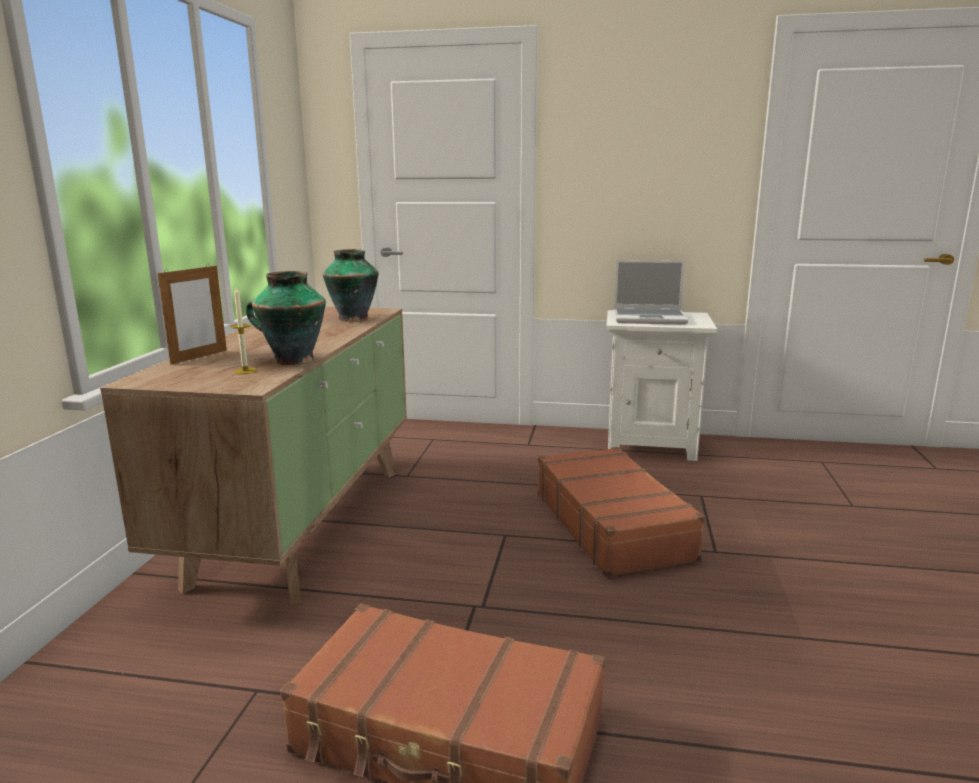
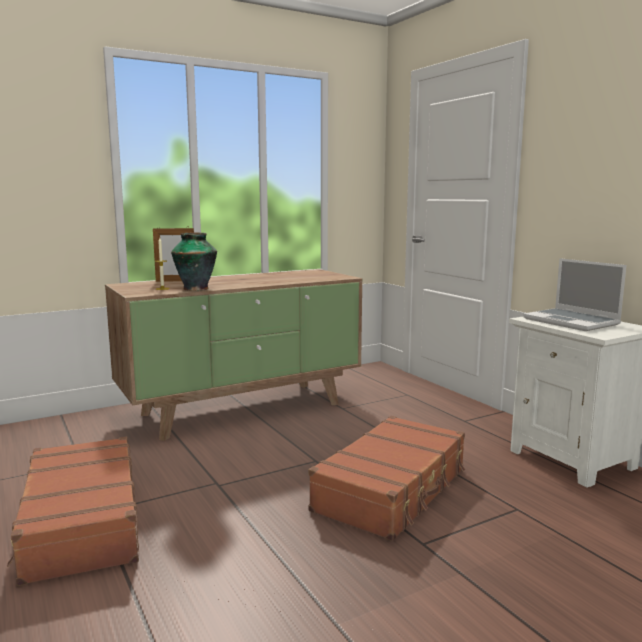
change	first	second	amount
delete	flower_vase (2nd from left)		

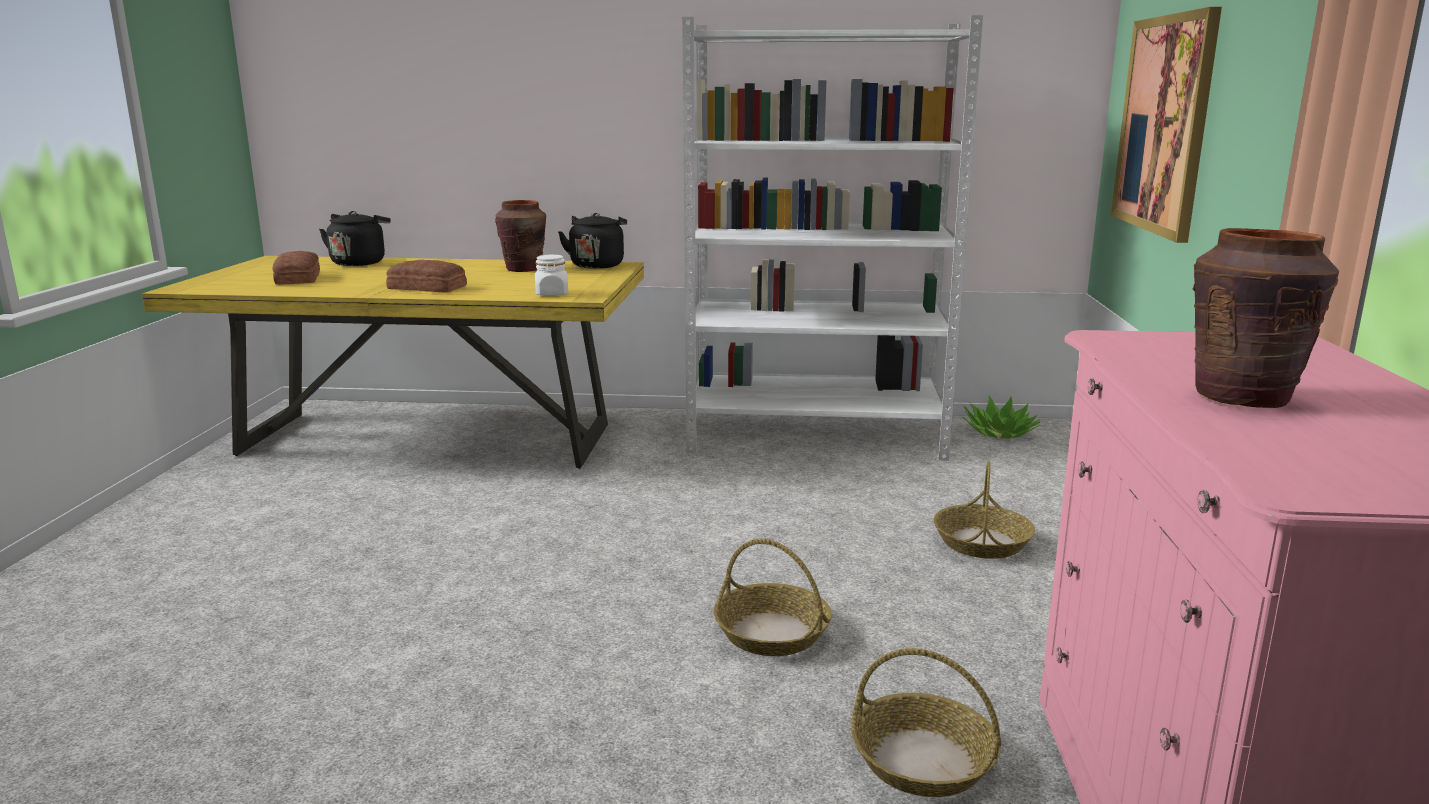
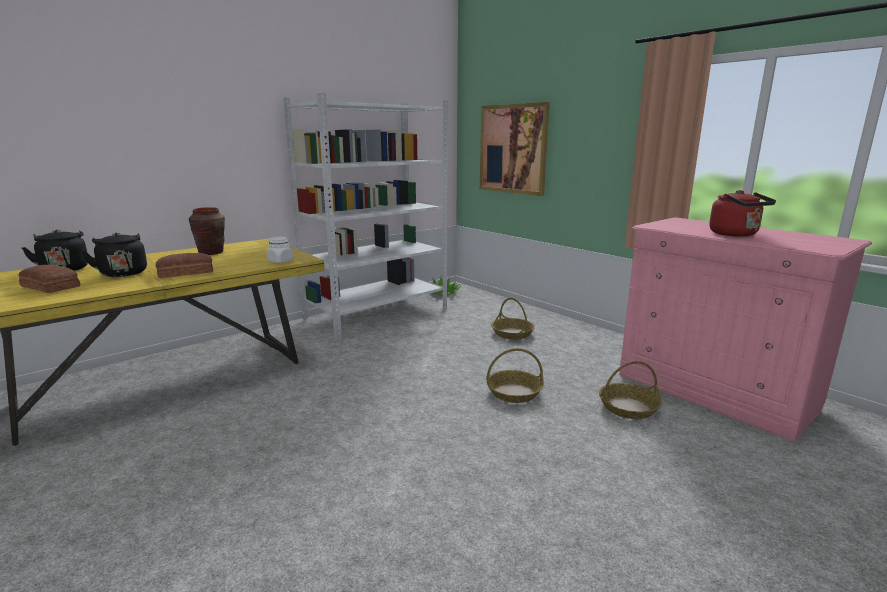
change	first	second	amount
move	black_tea_kettle (2nd from left)		
replace	brown_flower_vase (2nd from left)	red_tea_kettle	

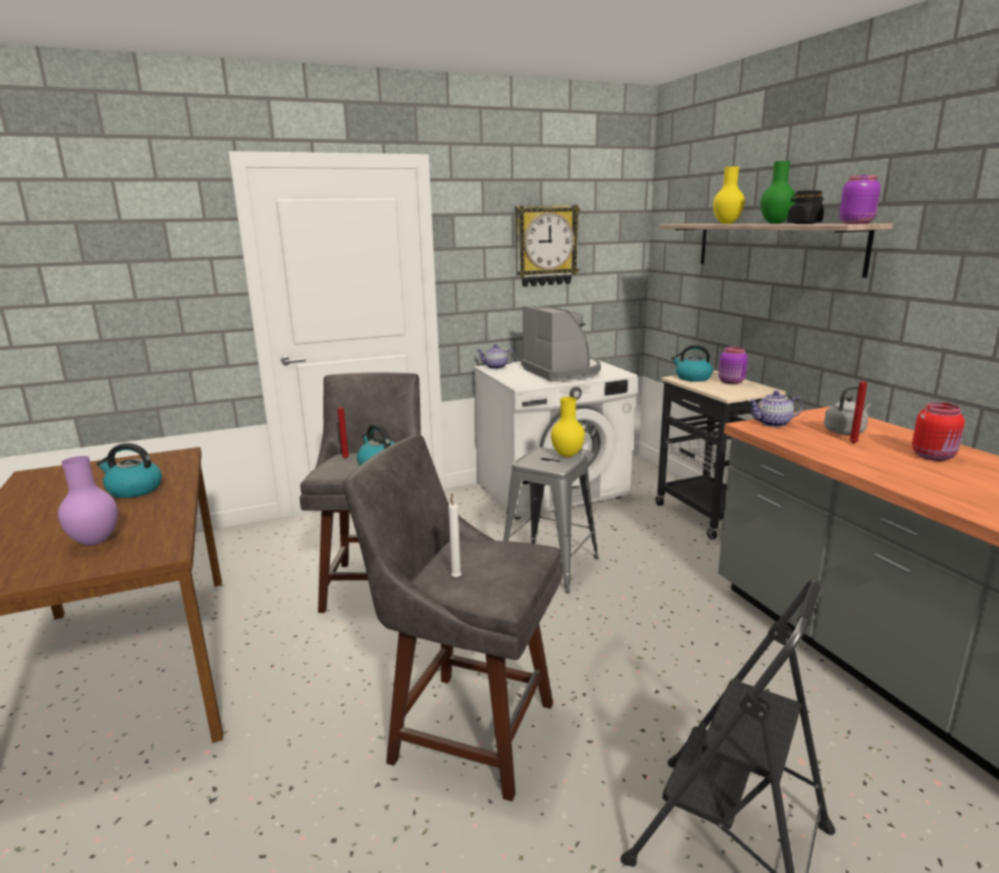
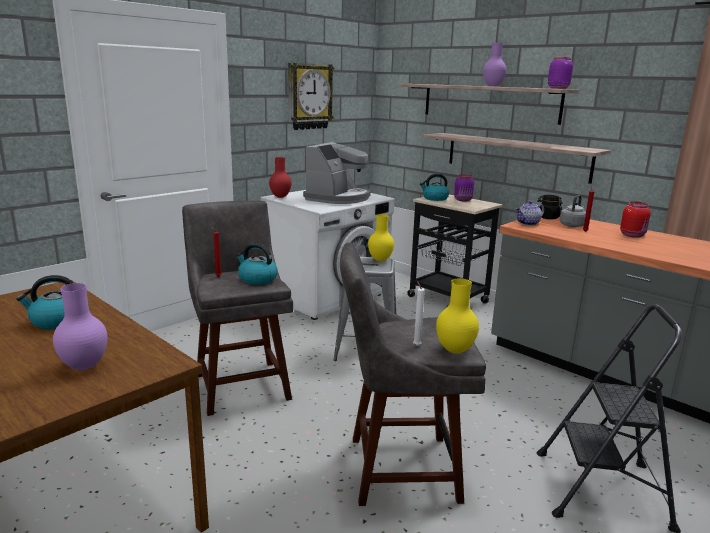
change	first	second	amount
replace	pot_for_tea (1st from left)	red_flower_vase	
rotate	coffee_machine		75 degrees clockwise
insert		bracket_shelf (2nd from left)	
move	yellowish_flower_vase (2nd from left)		
recolor	green-coloured_flower_vase	purplish_flower_vase (2nd from left)	
move	black_preserve_jar		

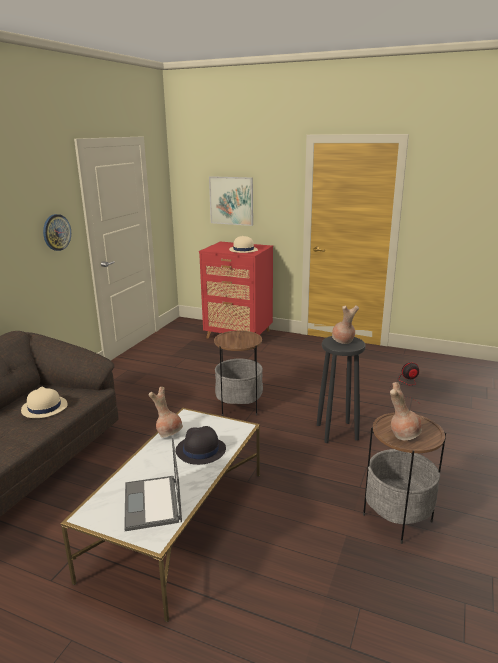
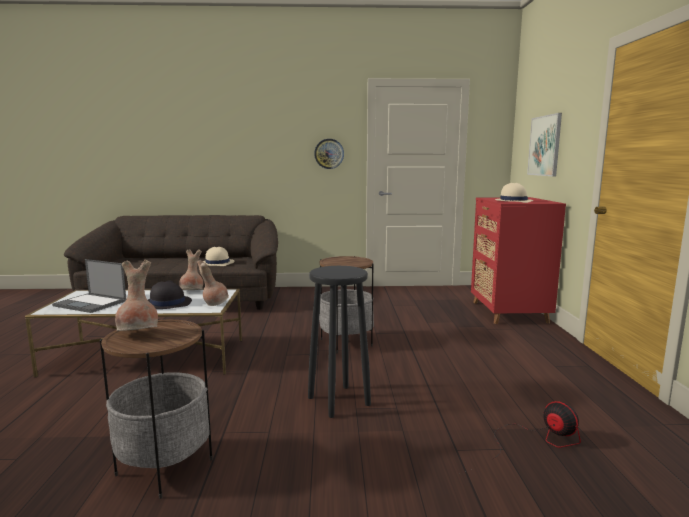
change	first	second	amount
rotate	notebook_computer		120 degrees counterclockwise
move	brown_flower_vase (2nd from left in the first image)	brown_flower_vase (3rd from left)	

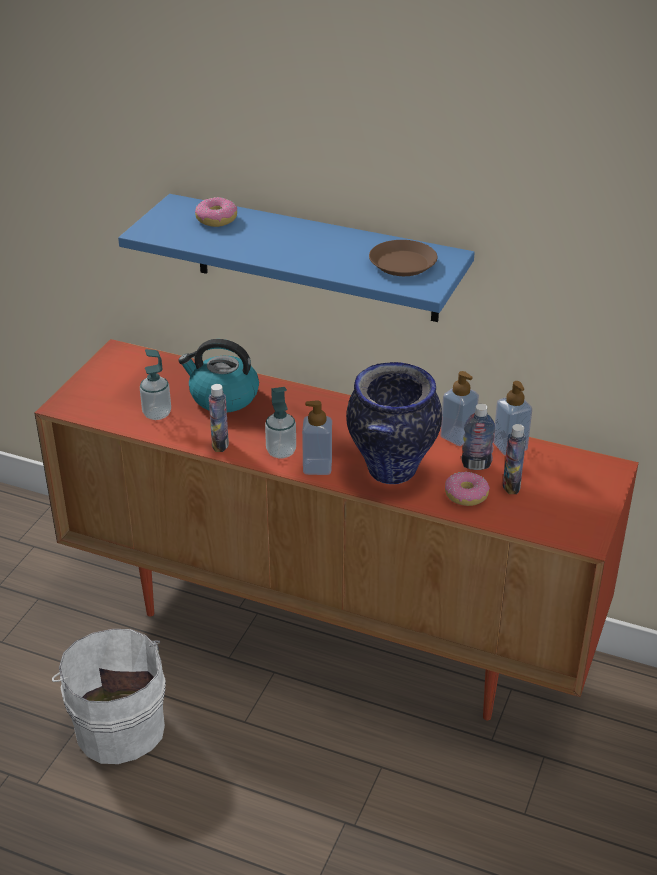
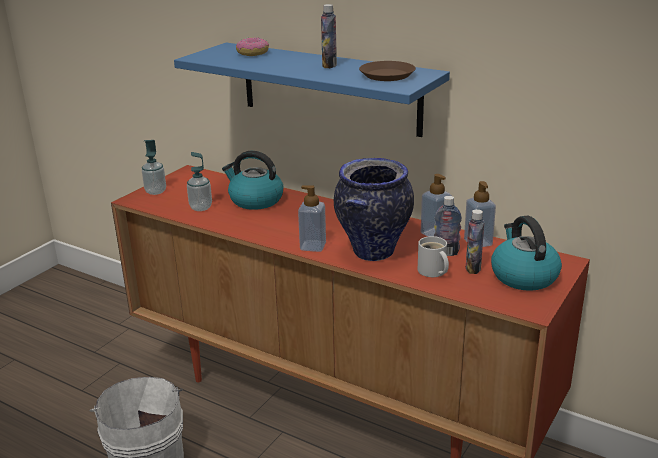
change	first	second	amount
move	soap_dispenser (2nd from left in the first image)	soap_dispenser (1st from left)	
move	drink_bottle (1st from left)		
replace	doughnut (2nd from left)	white_mug	
insert		tea_kettle (2nd from left)	

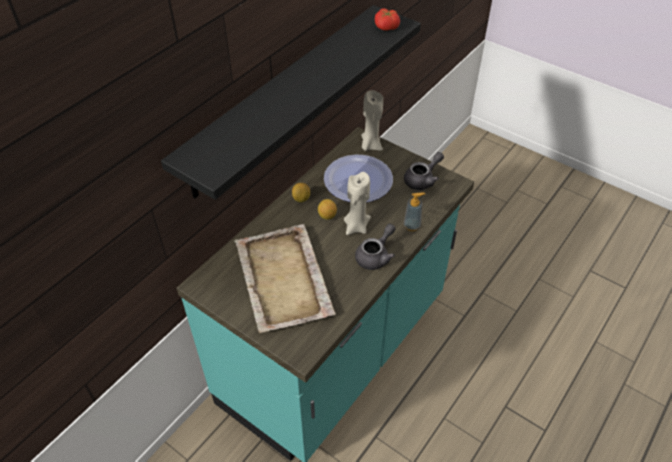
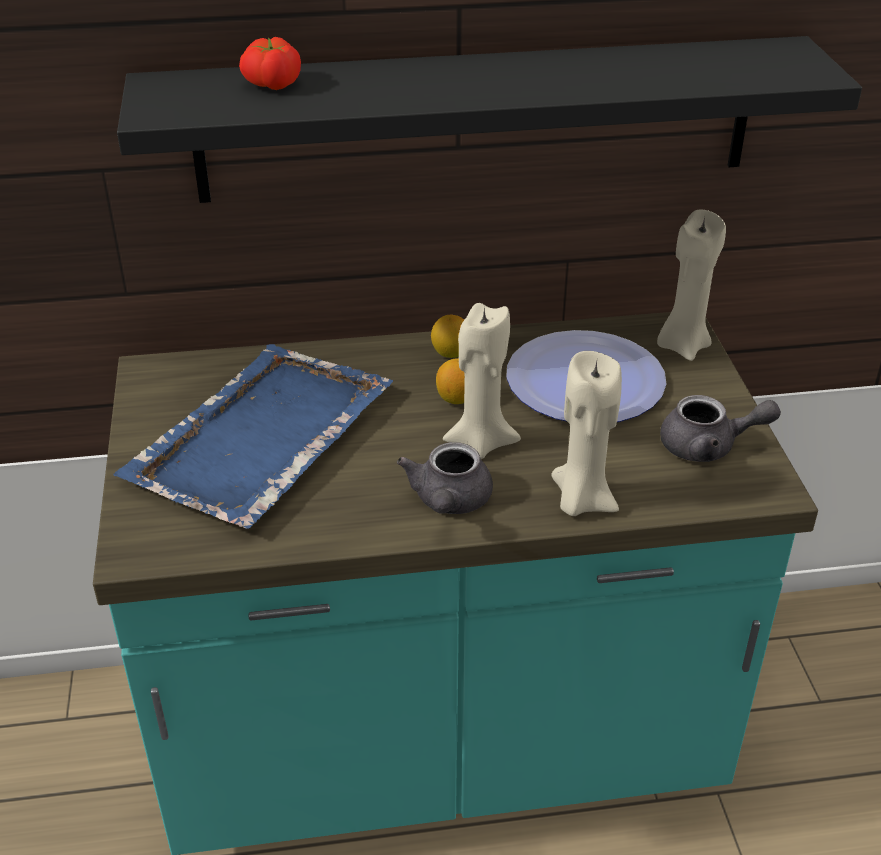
change	first	second	amount
recolor	beige_serving_tray	blue_serving_tray	
move	tomato		
rotate	grey_pot_for_tea (1st from left)		105 degrees clockwise
replace	soap_dispenser	beige_wax_candle (2nd from left)	

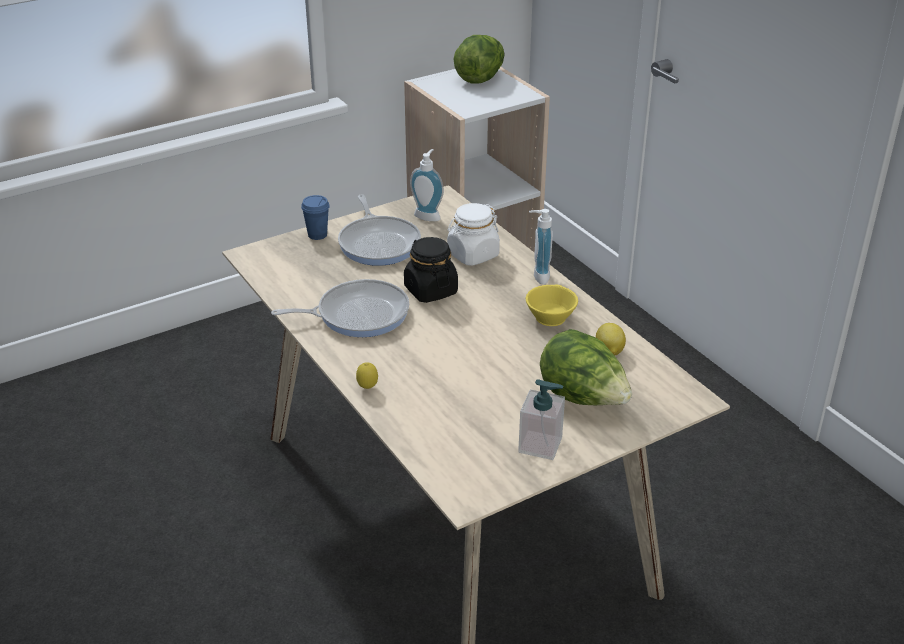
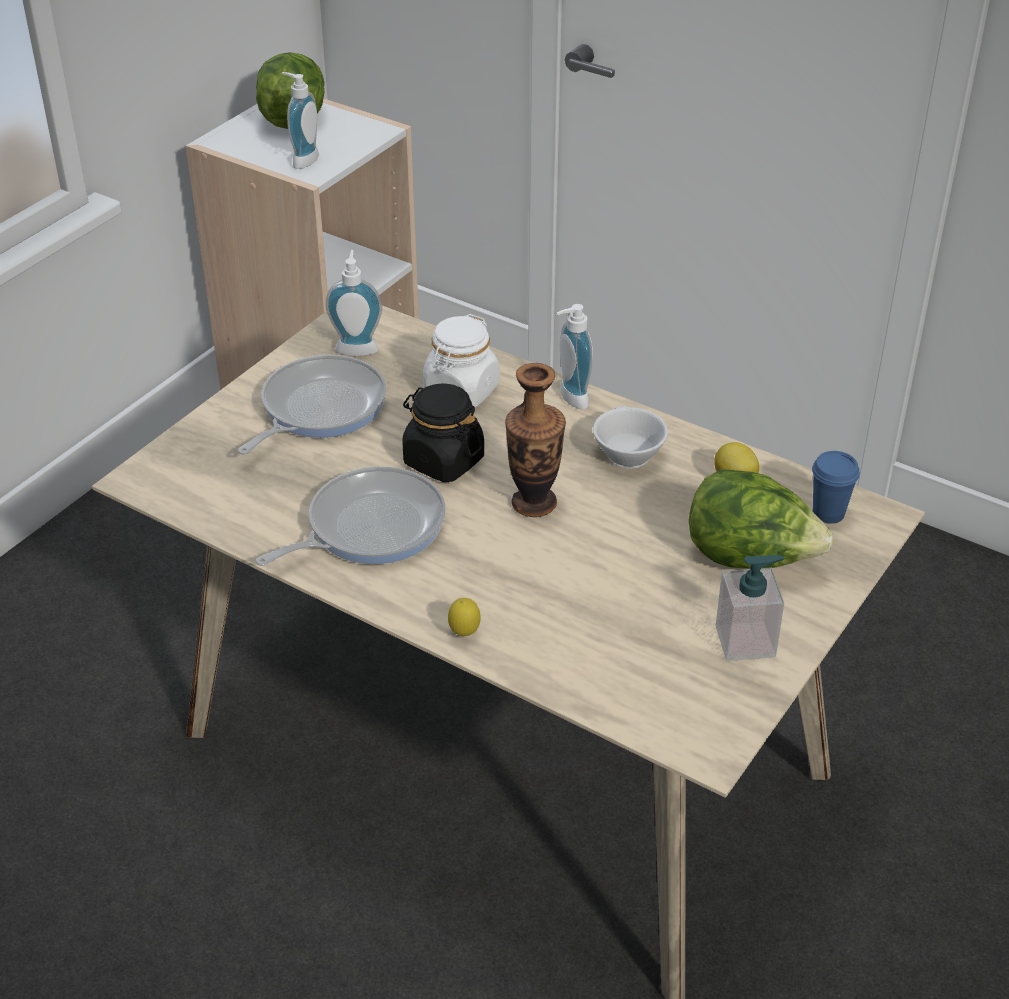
change	first	second	amount
rotate	skillet (2nd from left in the first image)	skillet (1st from left)	105 degrees counterclockwise
insert		soap_dispenser (1st from left)	
insert		flower_vase	
recolor	yellowish_small_cup	white_small_cup	
move	blue_small_cup		

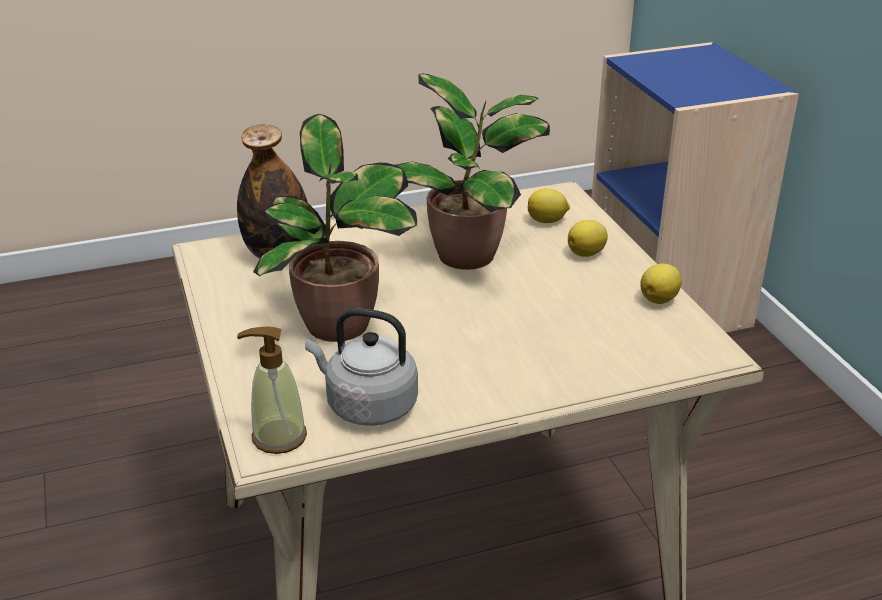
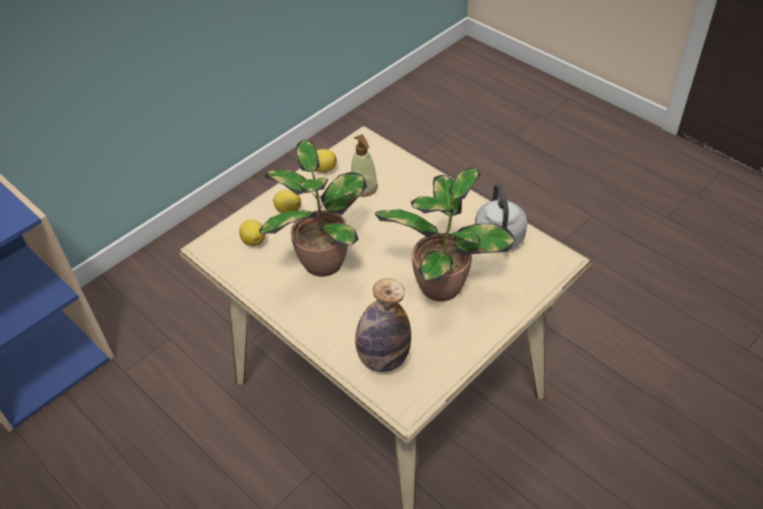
change	first	second	amount
move	soap_dispenser		

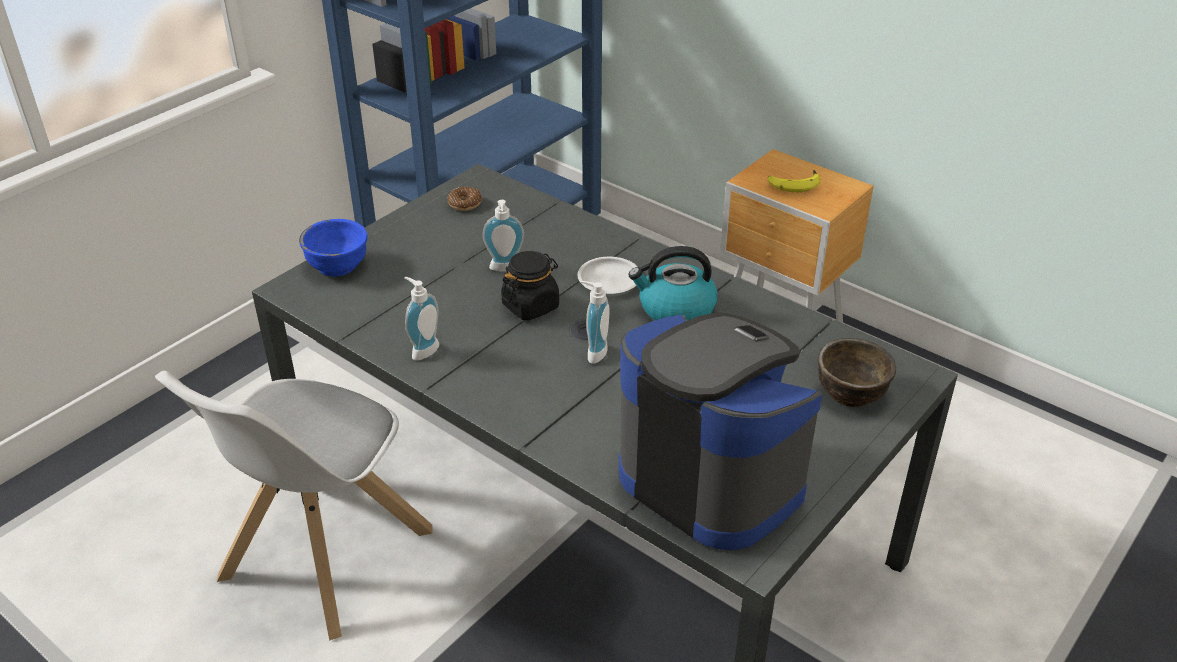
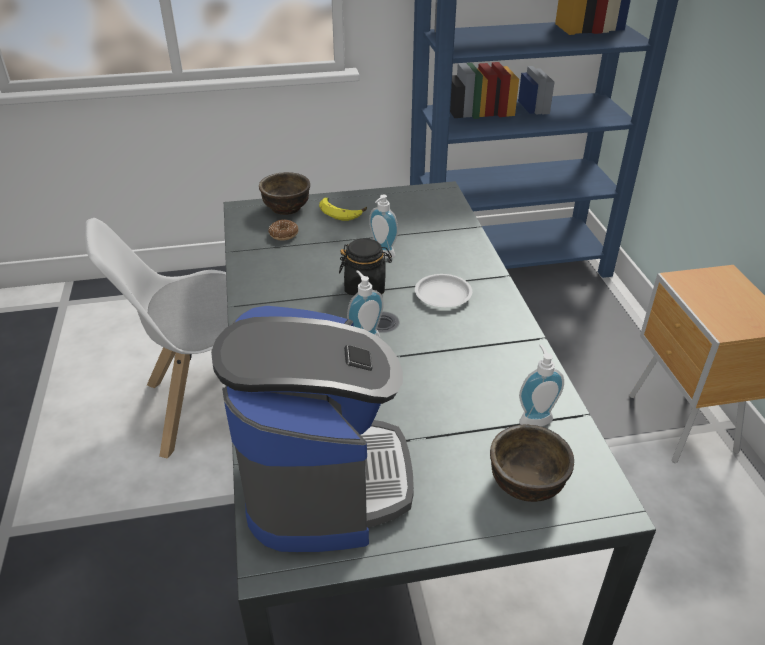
change	first	second	amount
recolor	blue_bowl	brown_bowl (1st from left)	
move	doughnut		
move	banana_fruit		
move	soap_dispenser (1st from left in the first image)	soap_dispenser (3rd from left)	
delete	tea_kettle		

